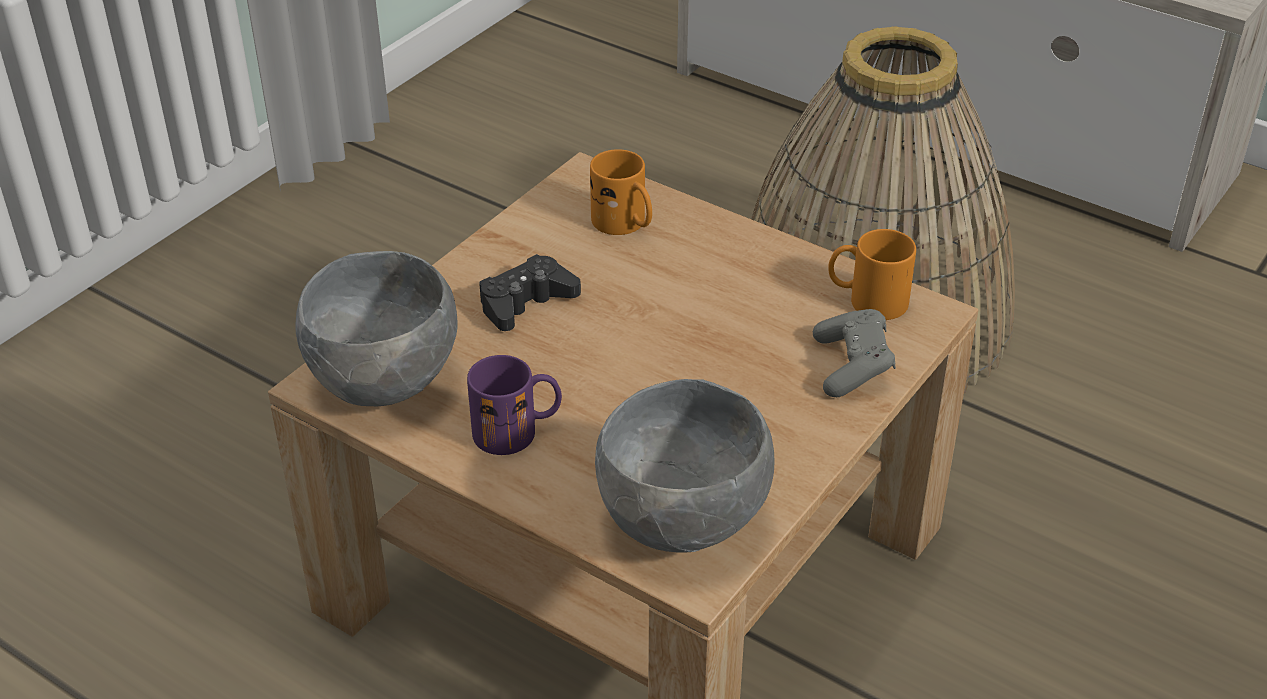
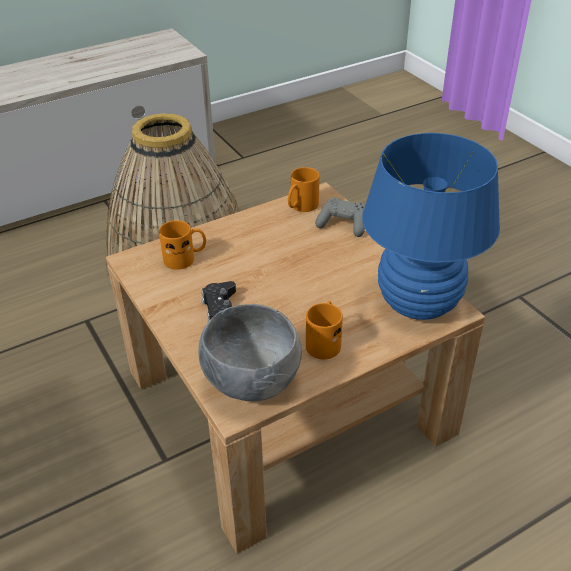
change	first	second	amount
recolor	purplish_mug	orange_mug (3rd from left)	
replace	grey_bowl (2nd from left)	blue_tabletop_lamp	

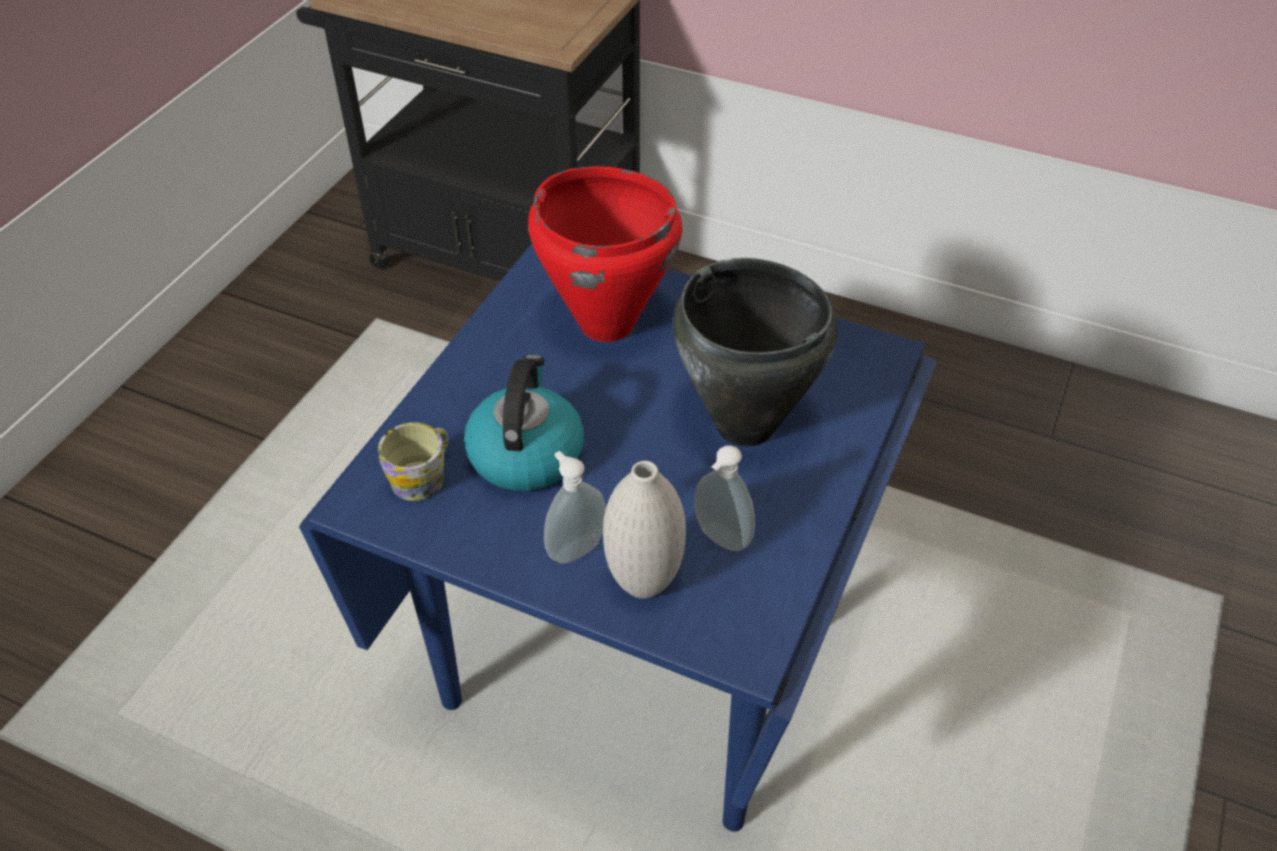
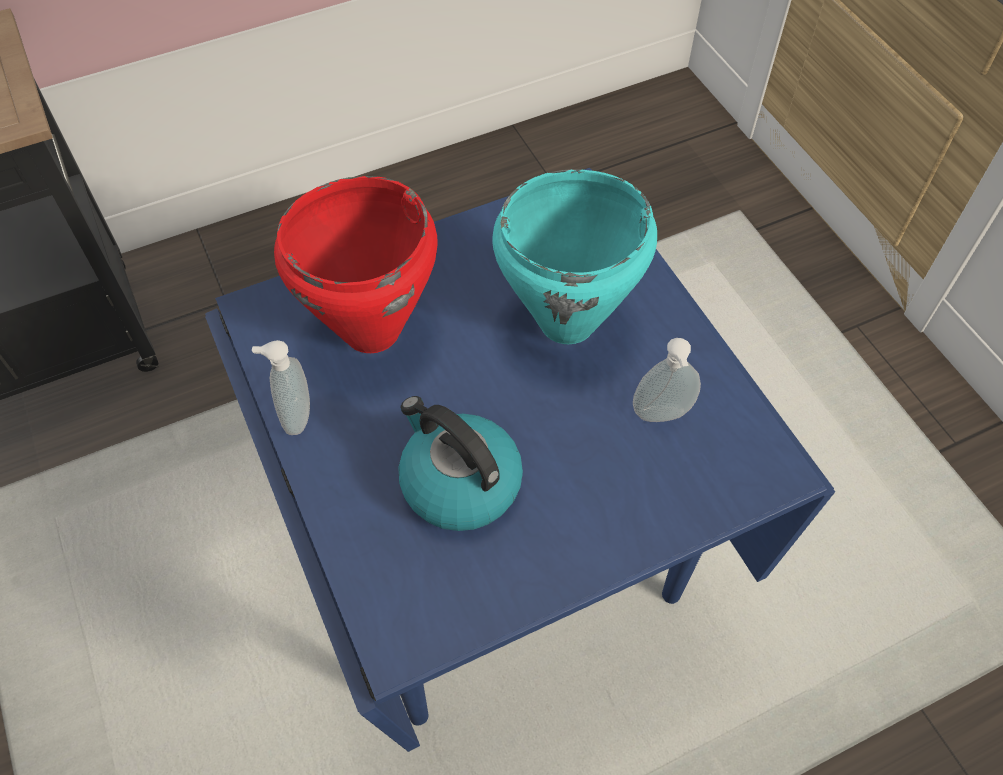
change	first	second	amount
move	soap_dispenser (1st from left)		
recolor	black_stockpot	blue-green_stockpot	
delete	mug		
delete	white_flower_vase		

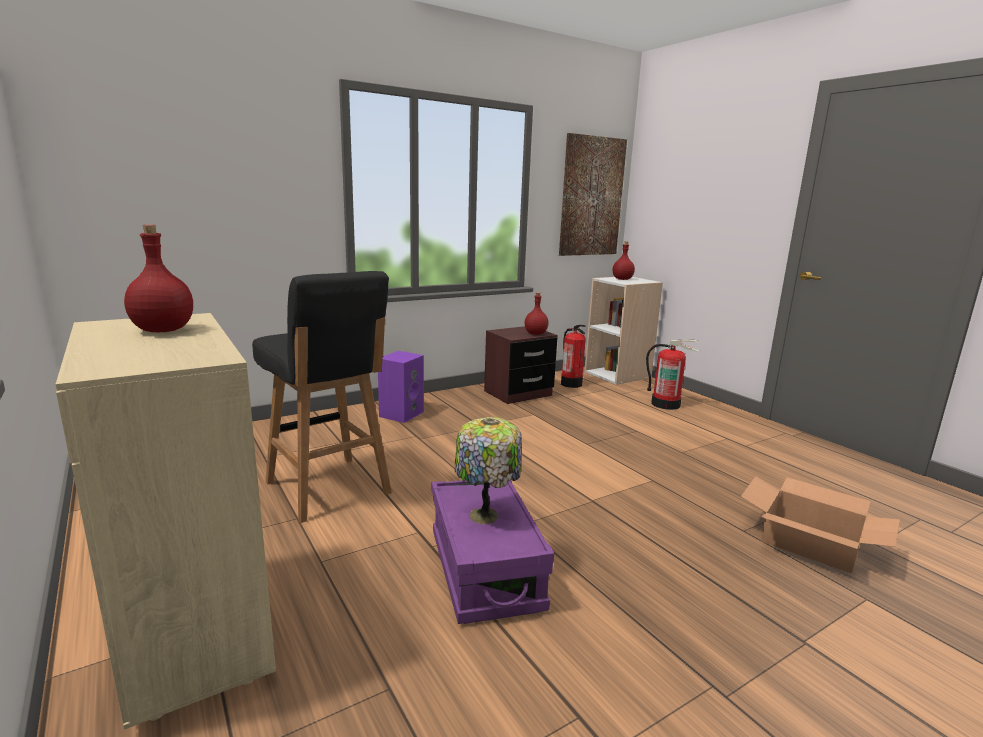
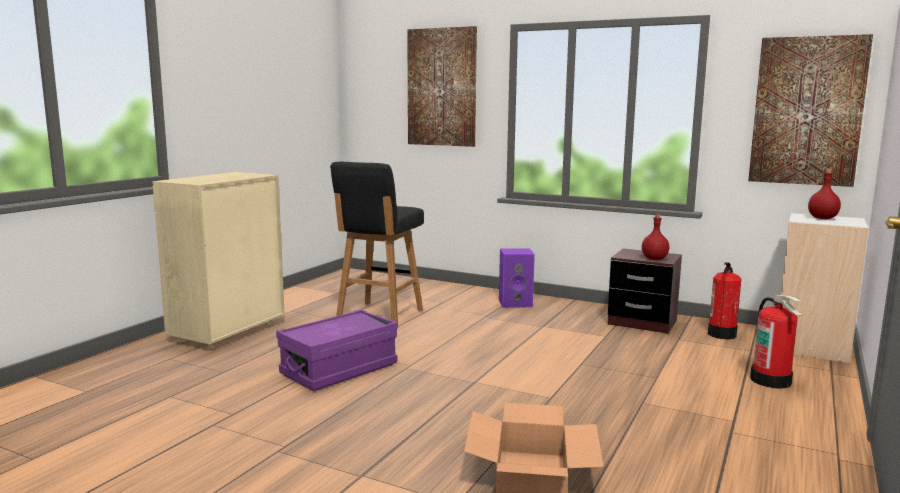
change	first	second	amount
insert		picture (1st from left)	
delete	red_drink_bottle (1st from left)		
delete	tabletop_lamp		

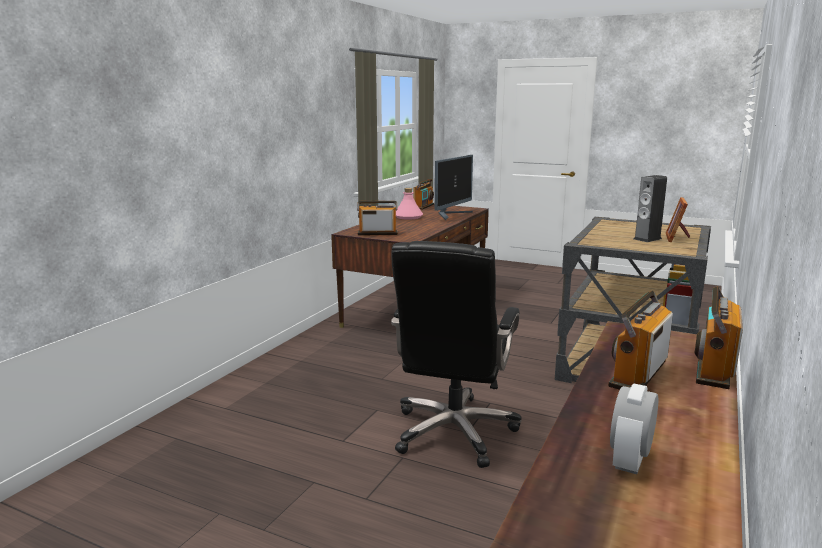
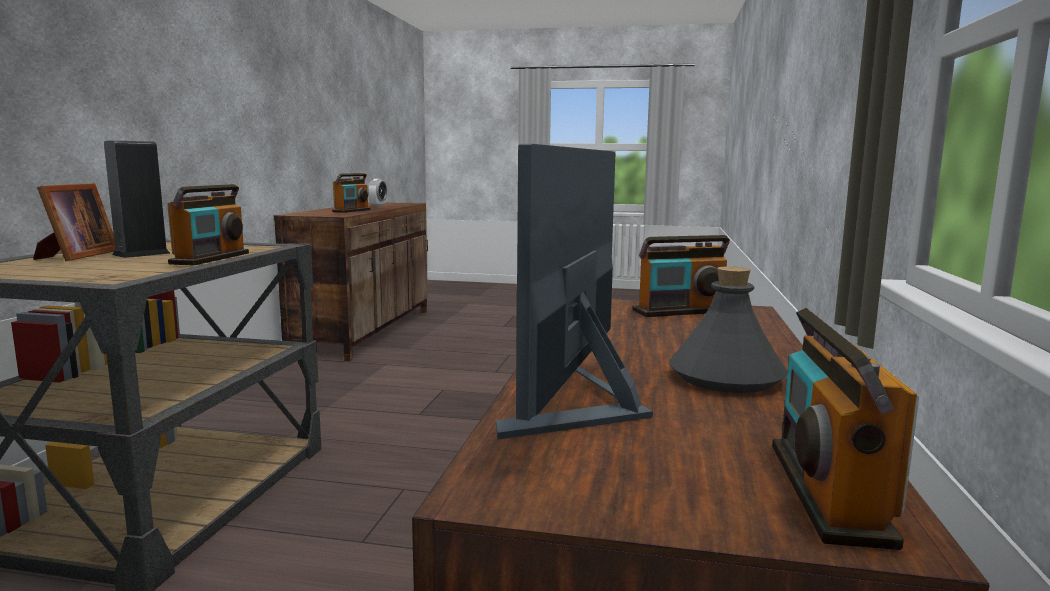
change	first	second	amount
move	radio (4th from left in the first image)	radio (1st from left)	
recolor	pinkish_drink_bottle	grey_drink_bottle	
delete	black_desk_chair		

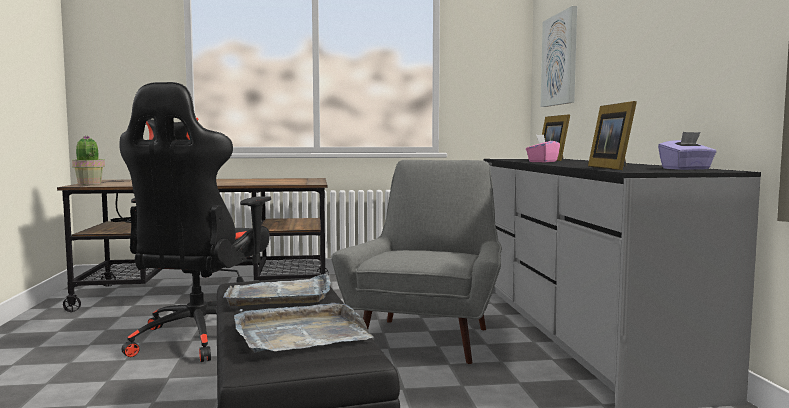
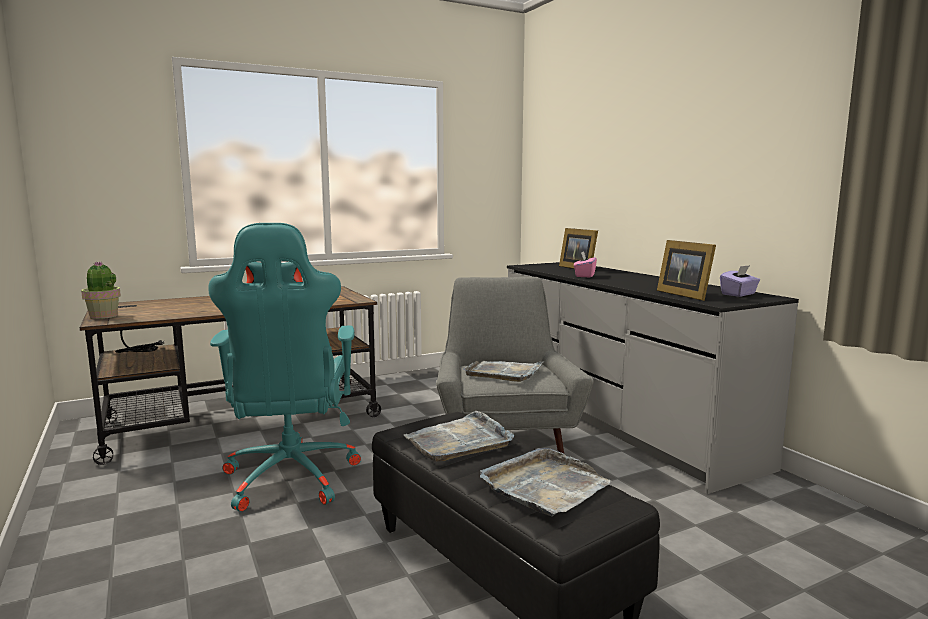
change	first	second	amount
recolor	black_desk_chair	blue-green_desk_chair	
insert		grey_serving_tray (2nd from left)	
delete	picture		

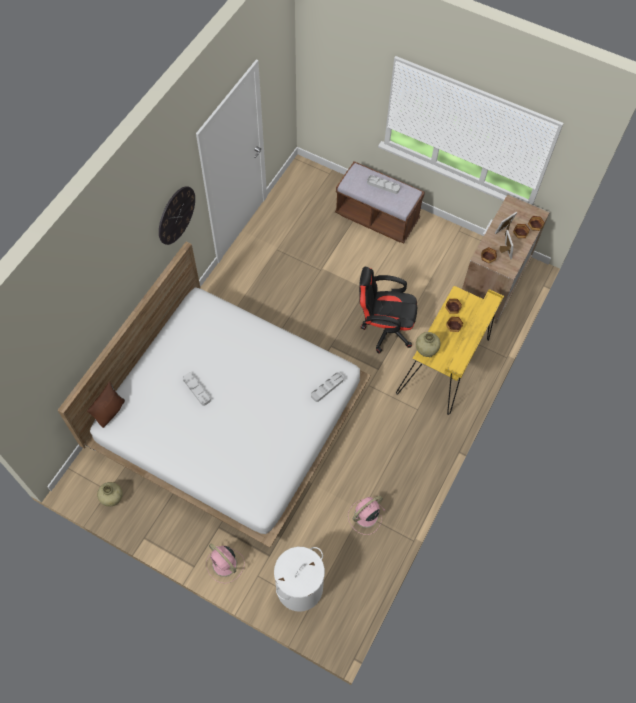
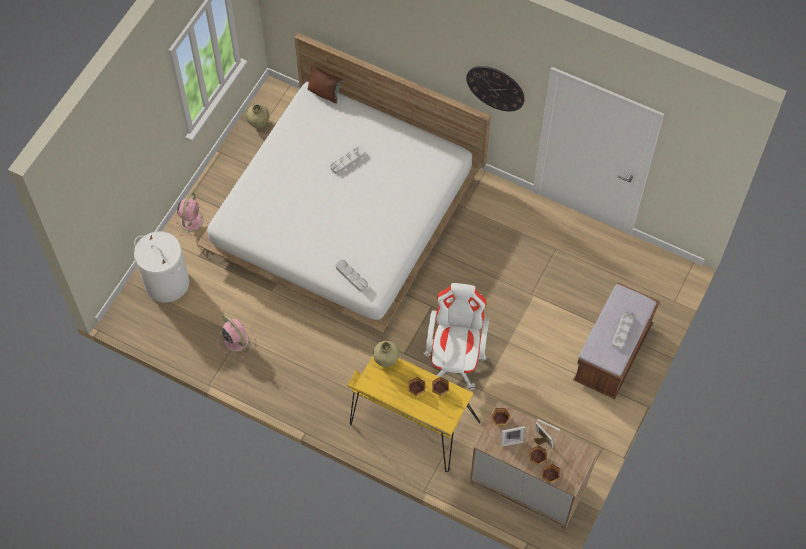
change	first	second	amount
rotate	pinkish_electric_fan (1st from left)		150 degrees clockwise
recolor	black_desk_chair	white_desk_chair	

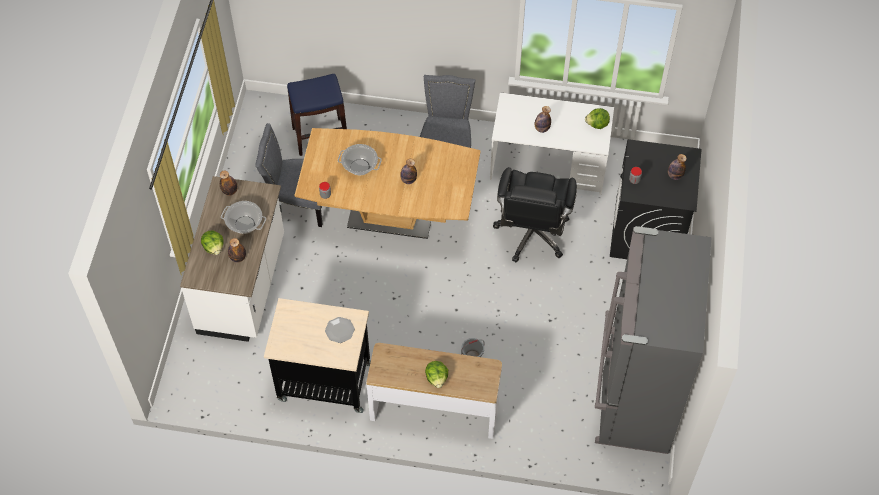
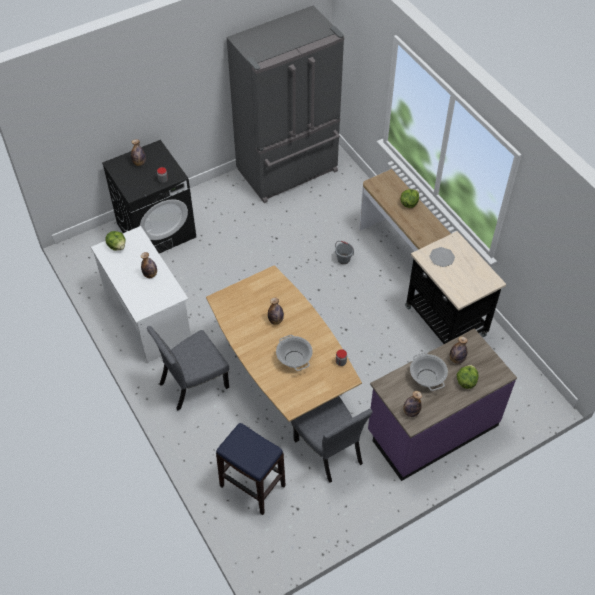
change	first	second	amount
recolor	white_kitchen_base_unit	purplish_kitchen_base_unit	
delete	black_desk_chair		

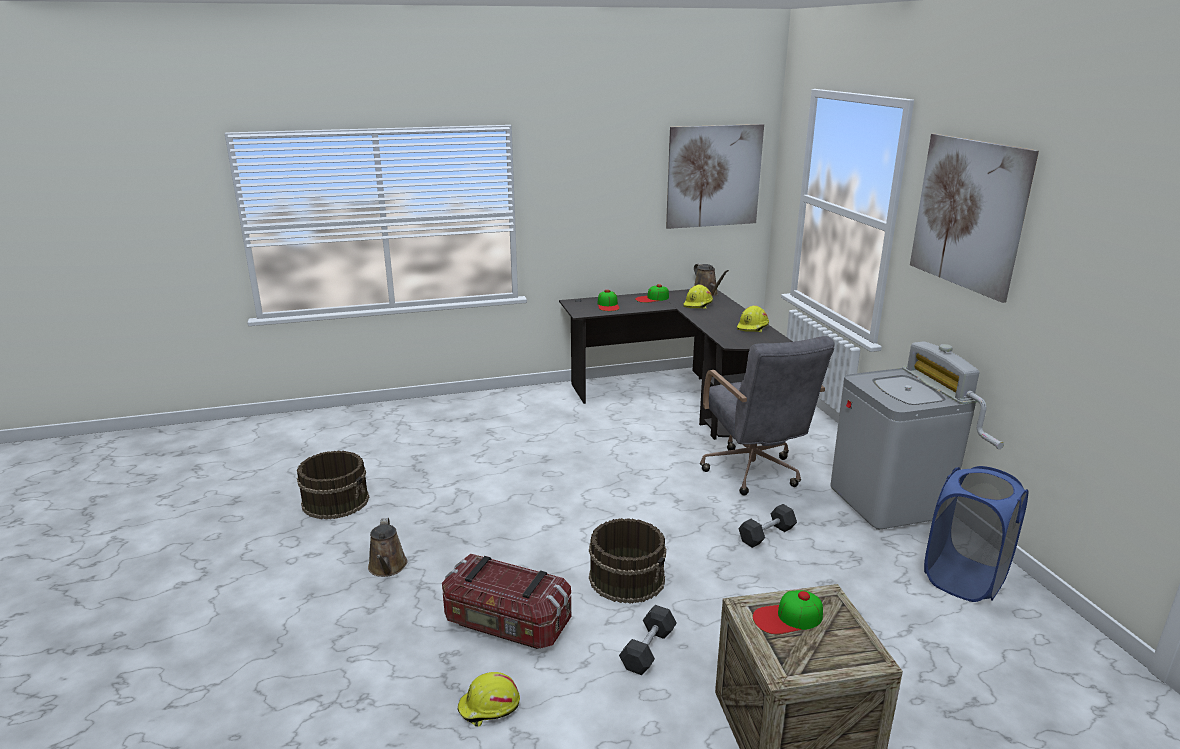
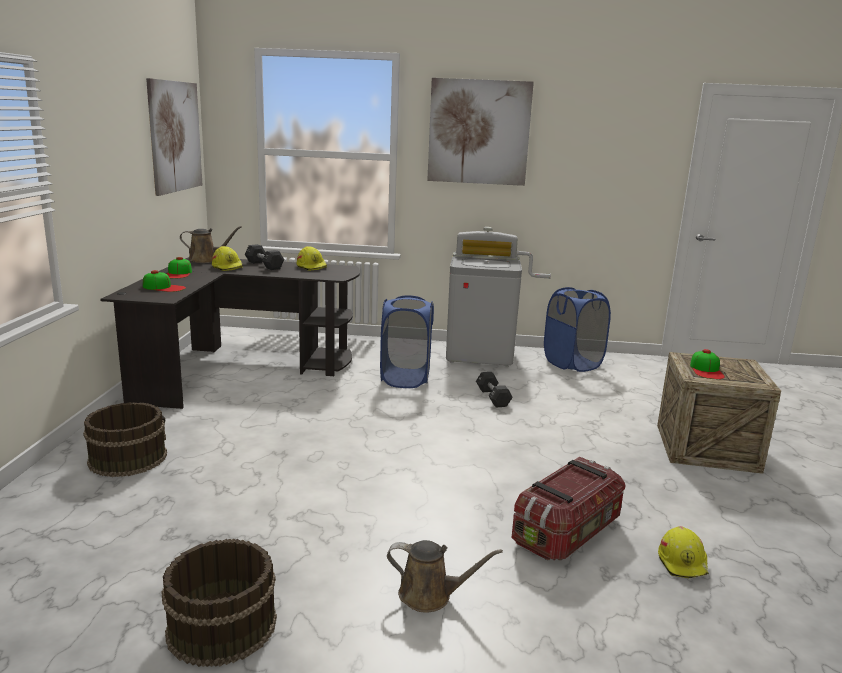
change	first	second	amount
move	brown_bucket (2nd from left in the first image)	brown_bucket (1st from left)	
move	black_dumbbell (1st from left)		
replace	grey_desk_chair	blue_hamper (1st from left)	

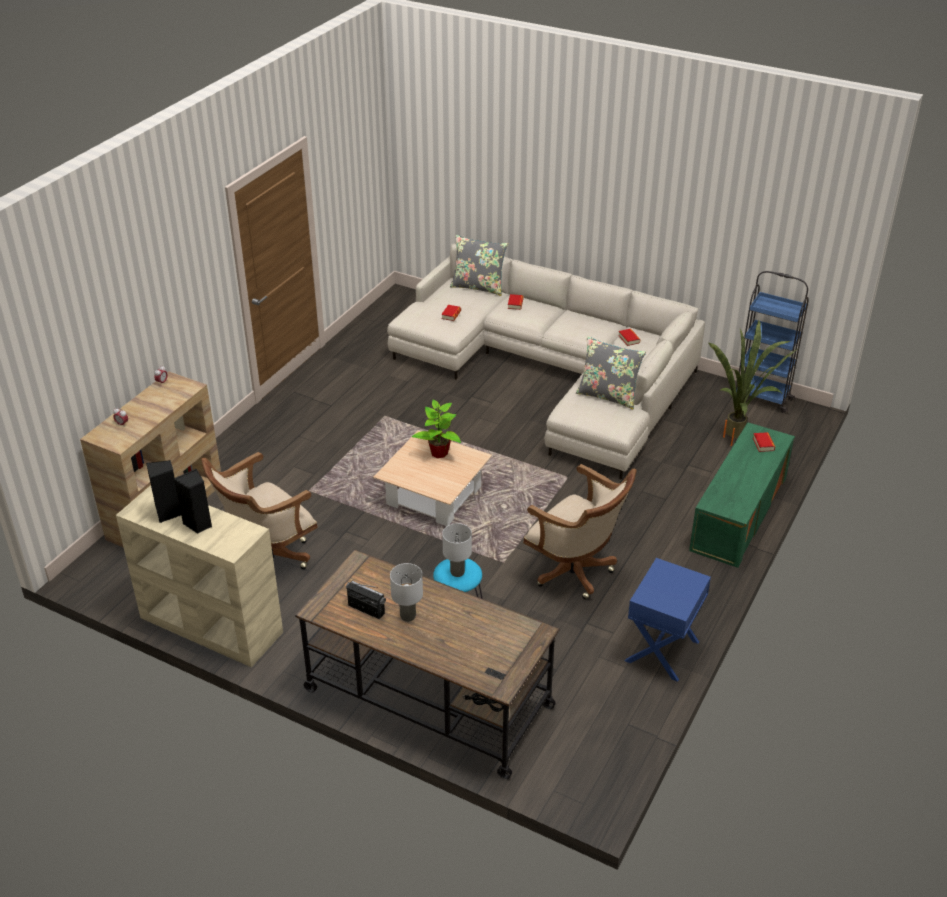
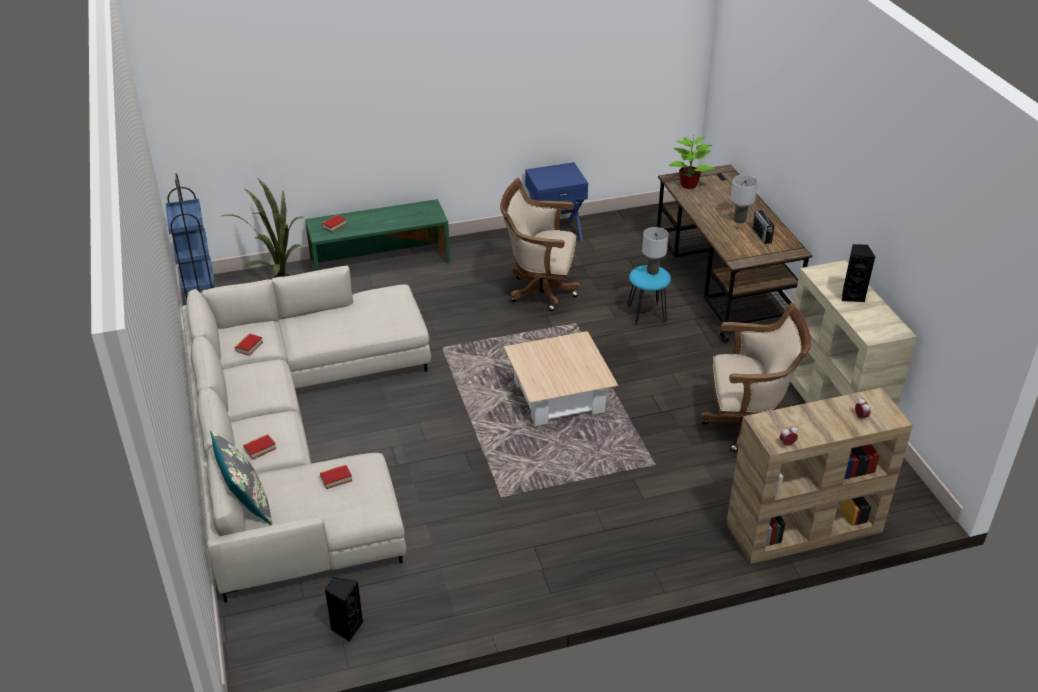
change	first	second	amount
move	black_speaker (1st from left)		
rotate	desk_chair (2nd from left in the first image)	desk_chair (1st from left)	75 degrees counterclockwise
move	houseplant (1st from left in the first image)	houseplant (2nd from left)	
delete	grey_throw_pillow (2nd from left)		

